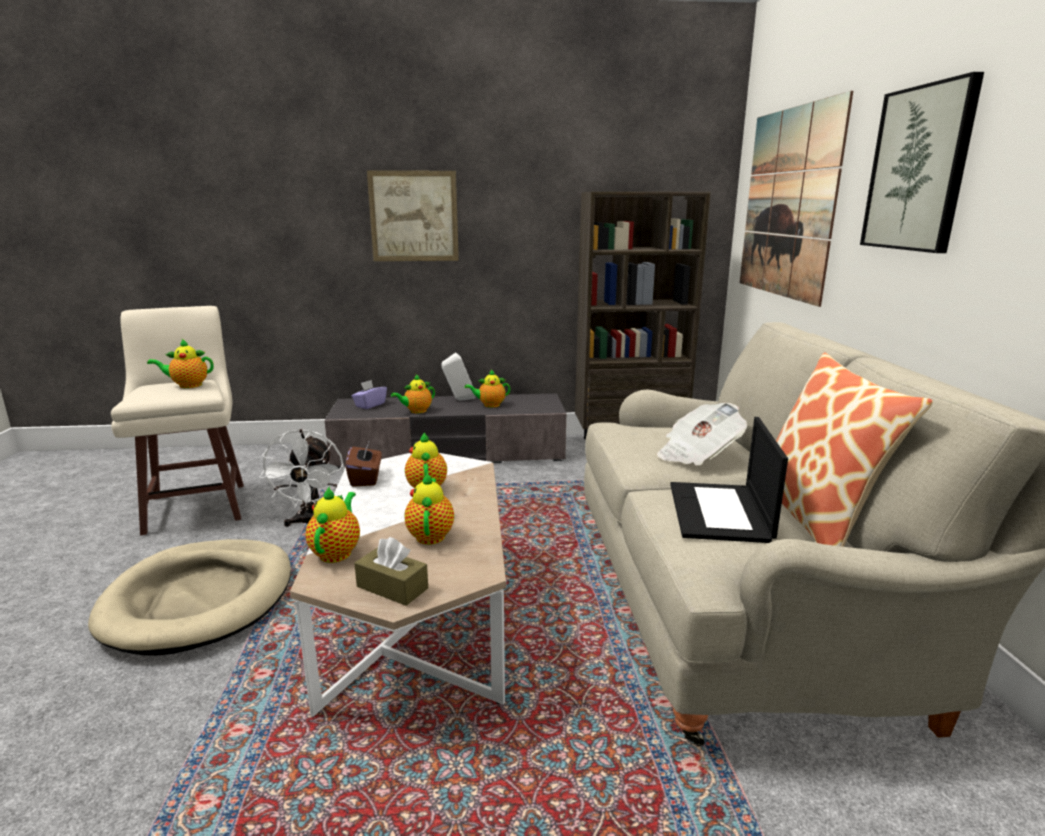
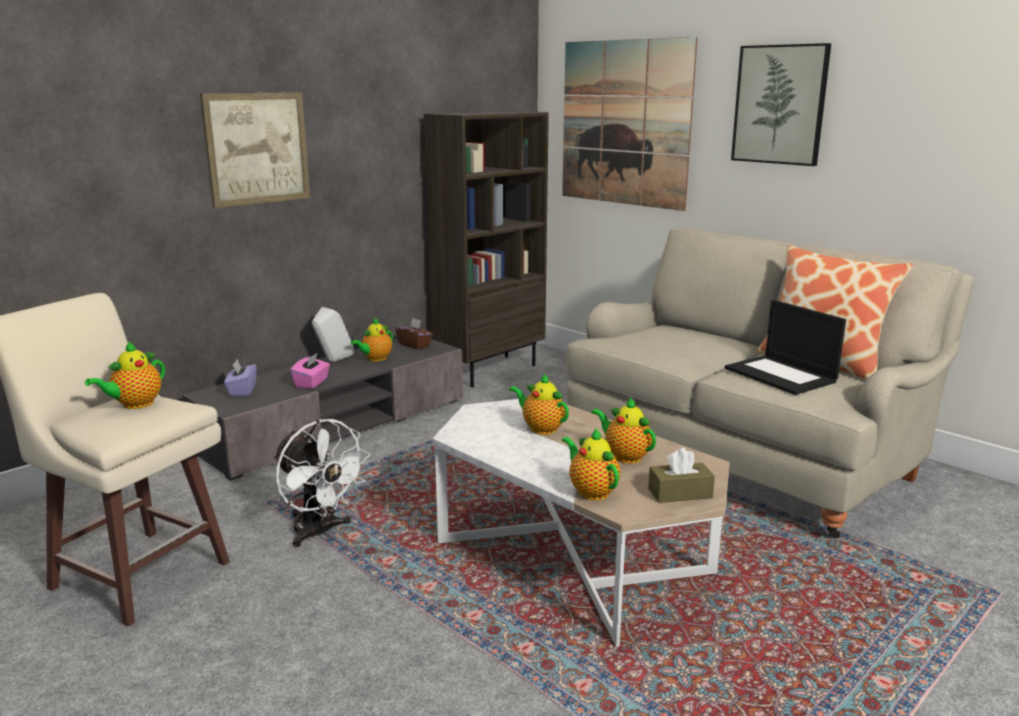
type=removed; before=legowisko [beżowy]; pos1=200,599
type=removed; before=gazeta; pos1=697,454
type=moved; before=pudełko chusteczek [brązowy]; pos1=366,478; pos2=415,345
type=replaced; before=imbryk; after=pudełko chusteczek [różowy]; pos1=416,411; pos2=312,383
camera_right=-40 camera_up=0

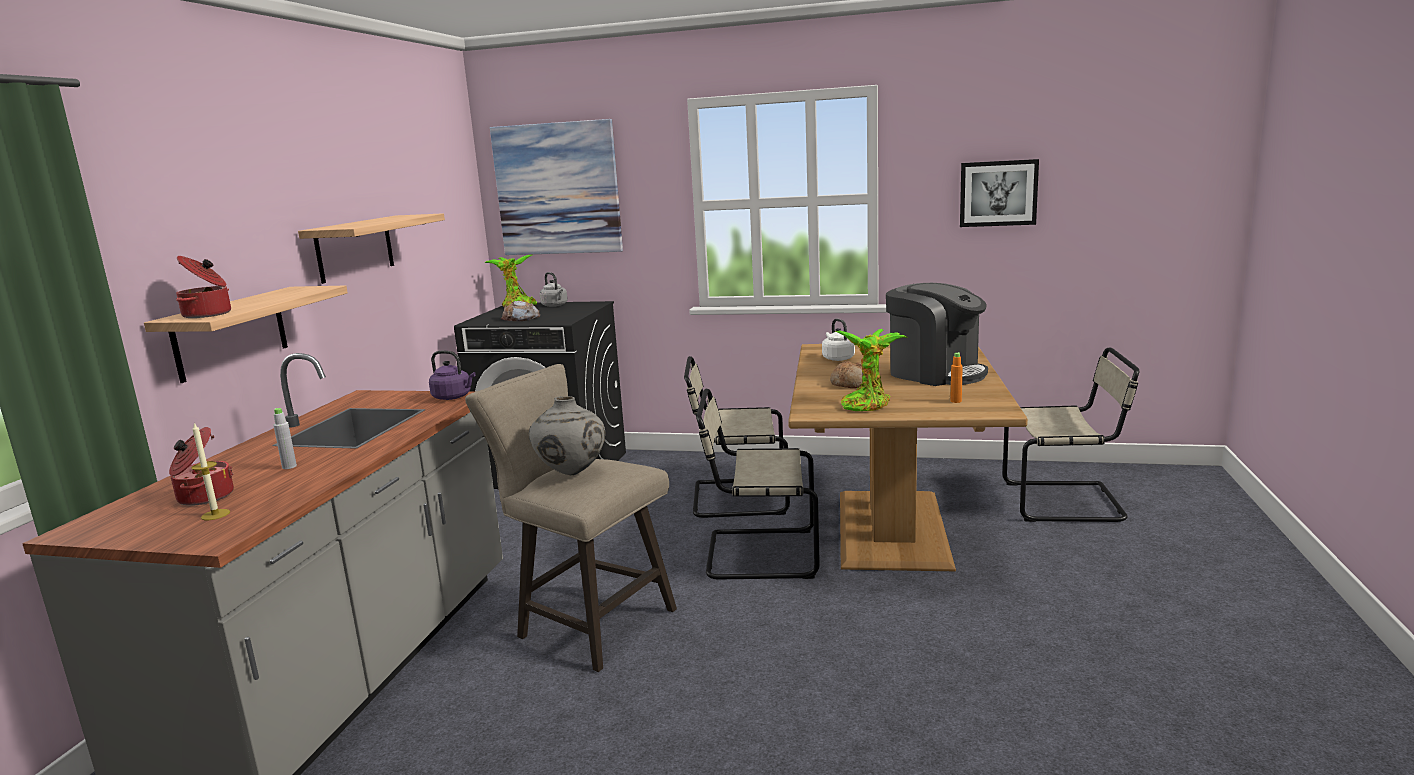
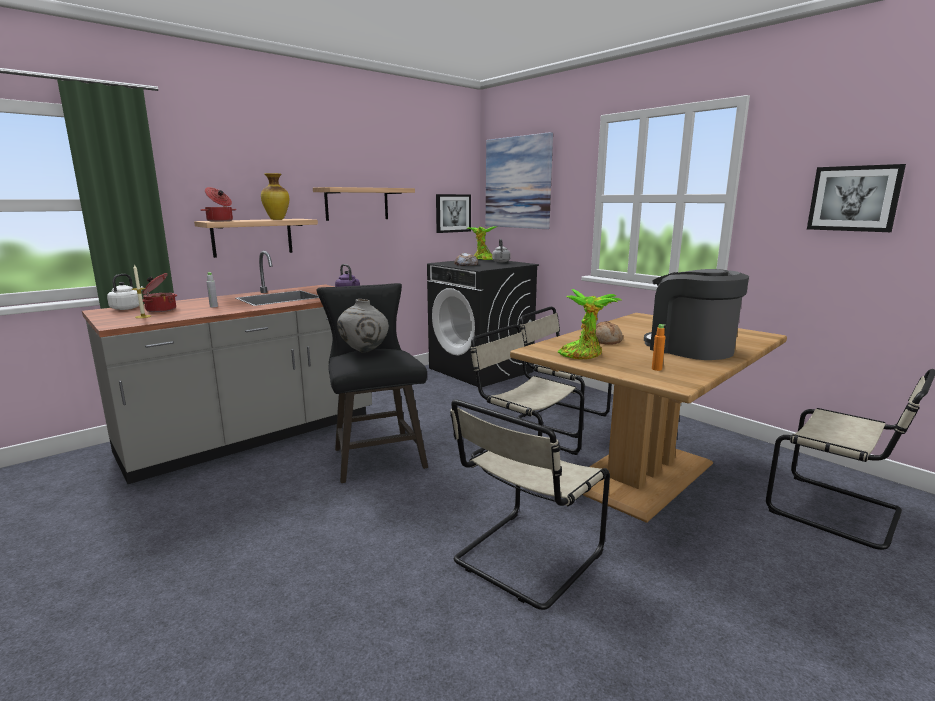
type=added; after=wazon; pos2=276,219
type=added; after=obraz; pos2=452,213
type=added; after=krzesło [beżowy]; pos2=524,559
type=moved; before=czajnik [biały]; pos1=837,358; pos2=127,308
type=recoloured; before=stołek [beżowy]; after=stołek [czarny]; pos1=587,622; pos2=376,455
type=turned; before=ekspres do kawy; pos1=935,373; pos2=689,348; turn=150
camera_right=35 camera_up=0

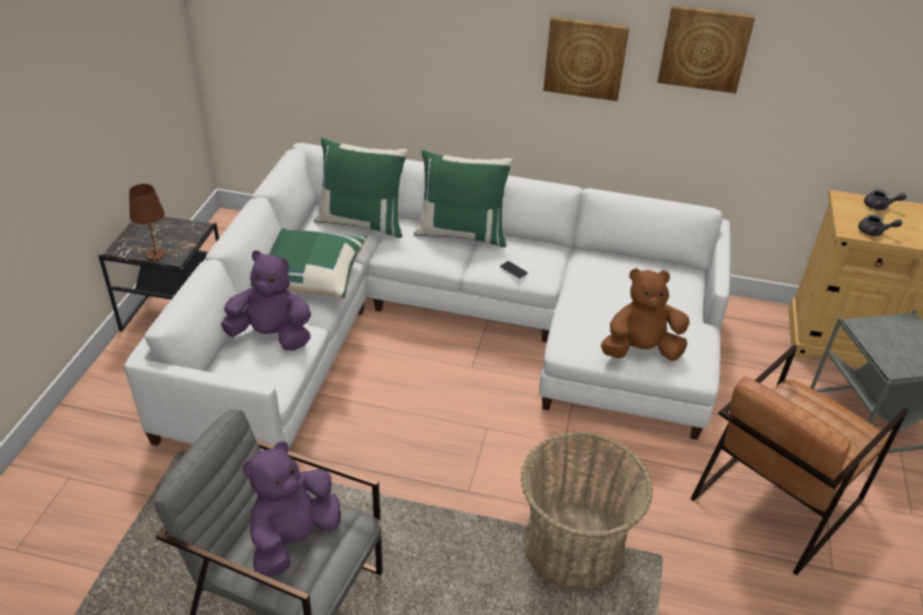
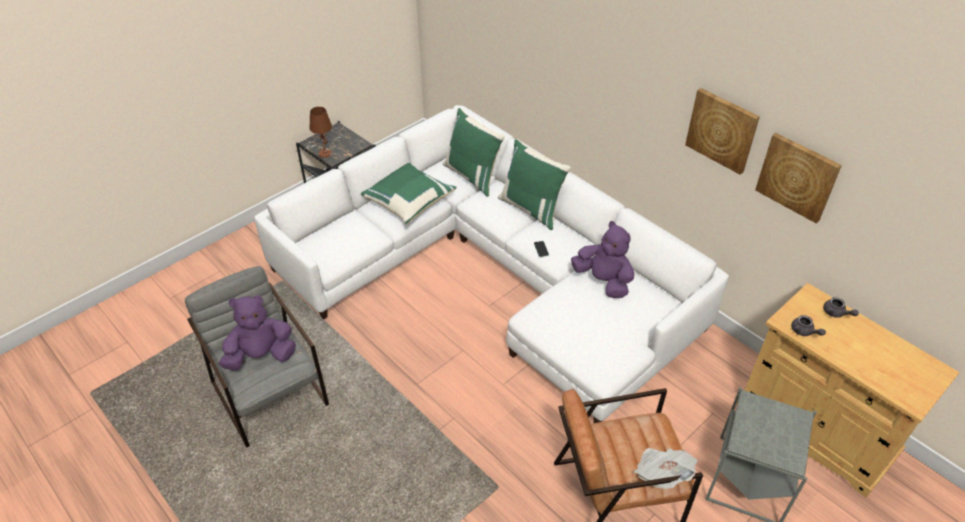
type=removed; before=koszyk; pos1=573,546
type=removed; before=pluszak [brązowy]; pos1=640,350
type=added; after=gazeta; pos2=662,473
type=moved; before=pluszak [fioletowy]; pos1=271,336; pos2=603,281
type=moved; before=obraz; pos1=585,58; pos2=797,176
camera_right=35 camera_up=5

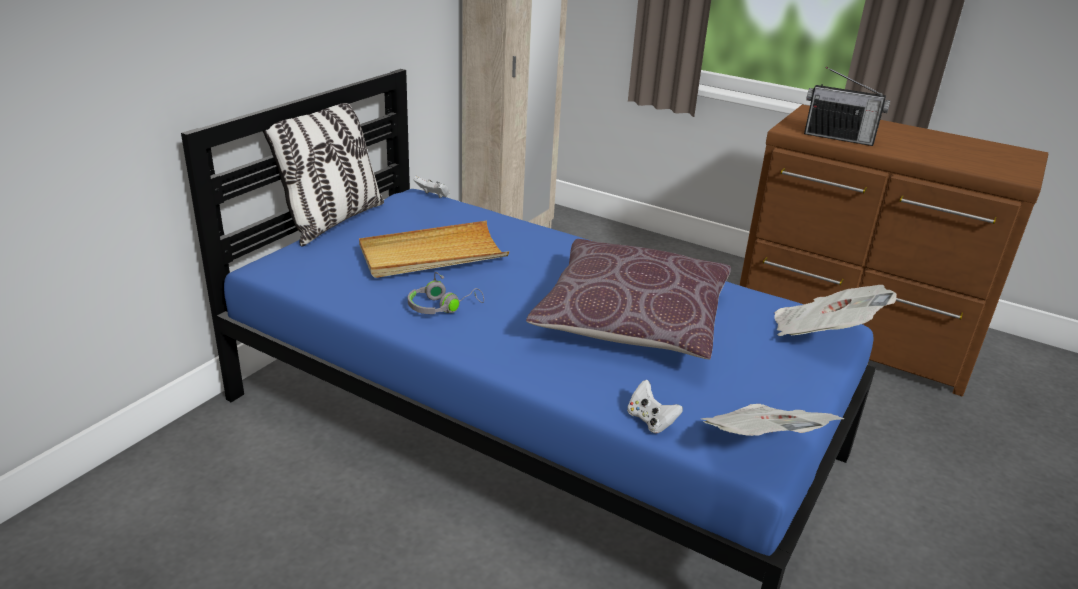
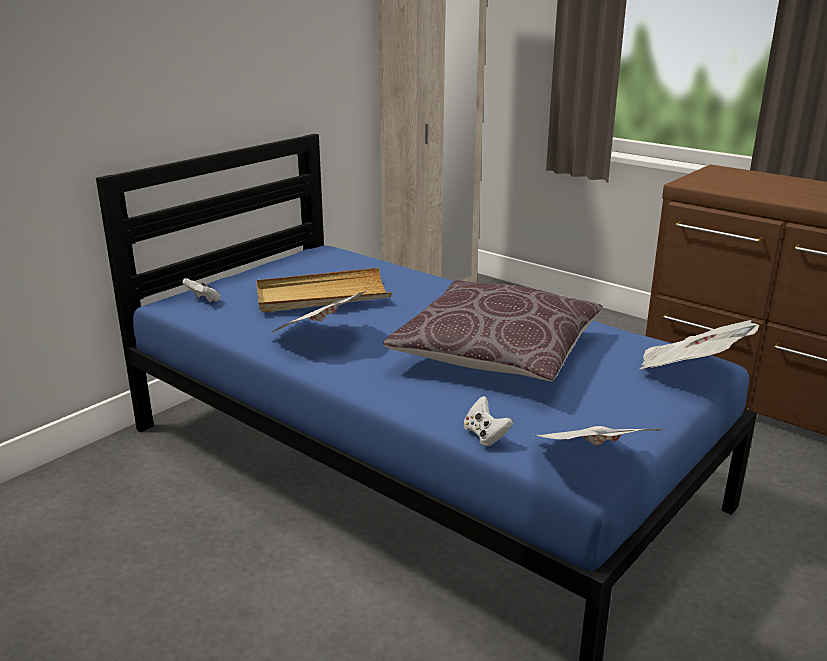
type=removed; before=poduszka; pos1=333,221
type=removed; before=radio; pos1=839,138
type=moved; before=pad do gier [biały]; pos1=433,196; pos2=204,300
type=replaced; before=słuchawki [szary]; after=gazeta; pos1=442,307; pos2=317,337
camera_right=10 camera_up=-5

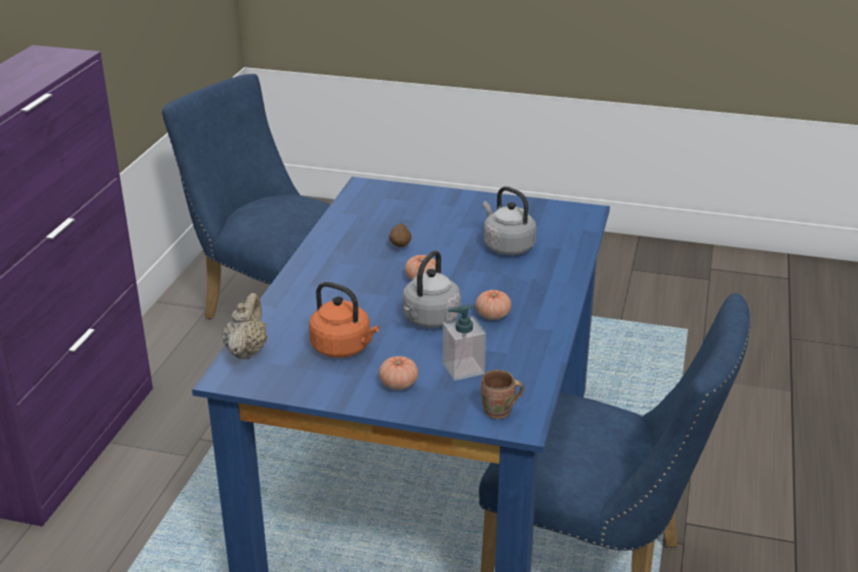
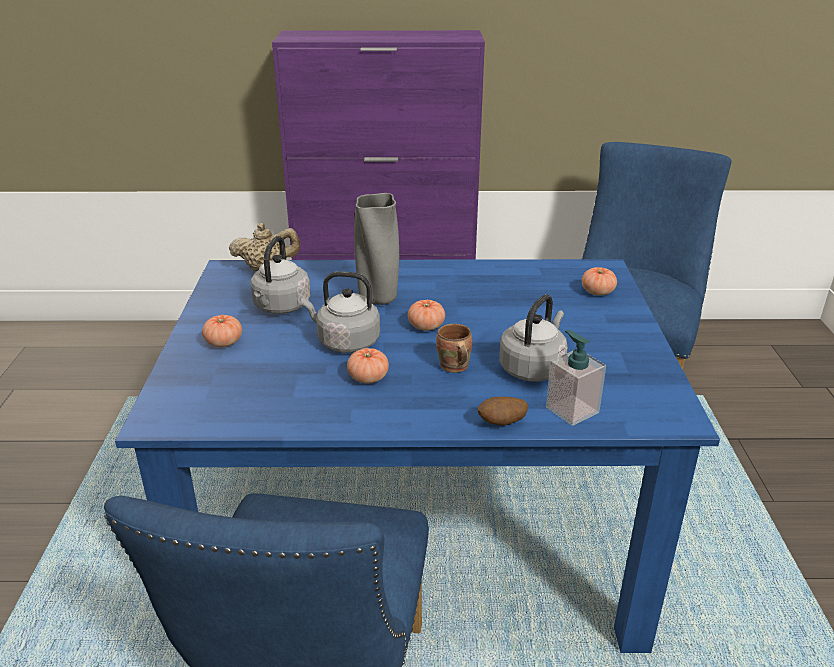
type=added; after=wazon [szary]; pos2=378,300
type=added; after=pomidor; pos2=597,292
type=moved; before=ziemniak; pos1=400,246; pos2=502,423
type=moved; before=dozownik mydła; pos1=463,368; pos2=572,410
type=moved; before=kubek [brązowy]; pos1=499,412; pos2=453,367
type=recoloured; before=czajnik [pomarańczowy]; after=czajnik [szary]; pos1=343,348; pos2=280,307
camera_right=75 camera_up=0

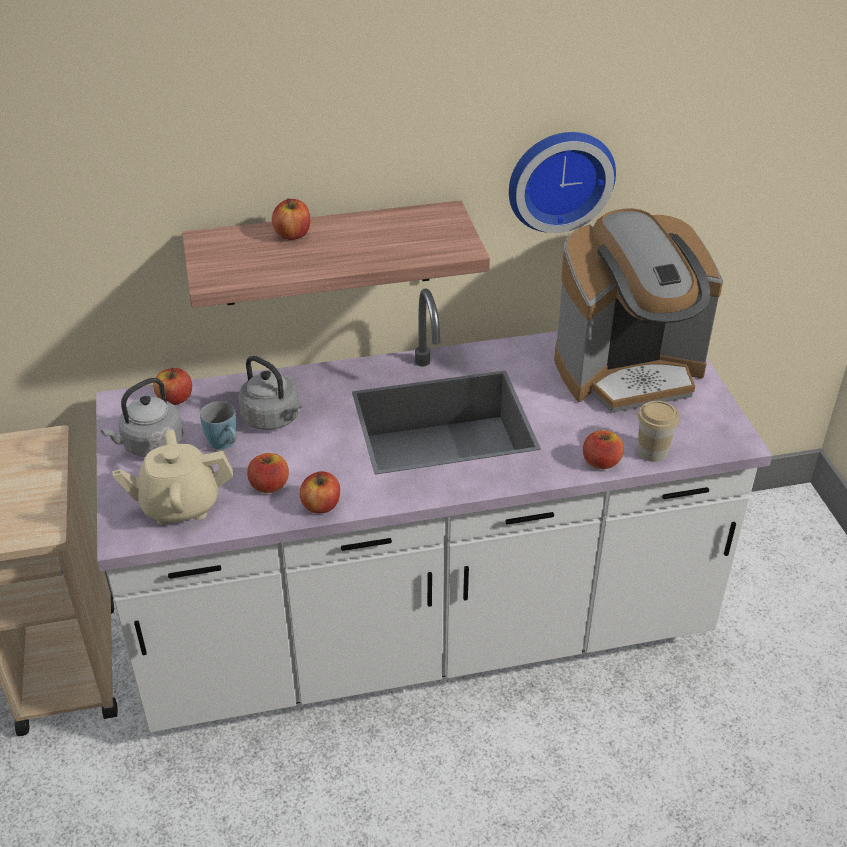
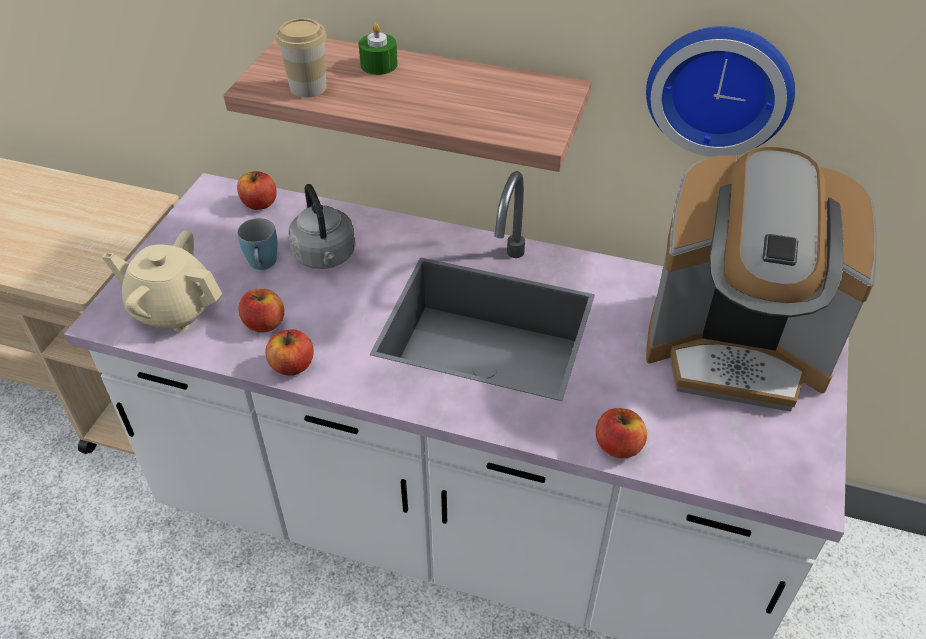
type=removed; before=czajnik [szary]; pos1=150,445
type=moved; before=filiżanka; pos1=652,451; pos2=308,87
type=replaced; before=jabłko; after=świeca [zielony]; pos1=292,234; pos2=379,65
camera_right=30 camera_up=5

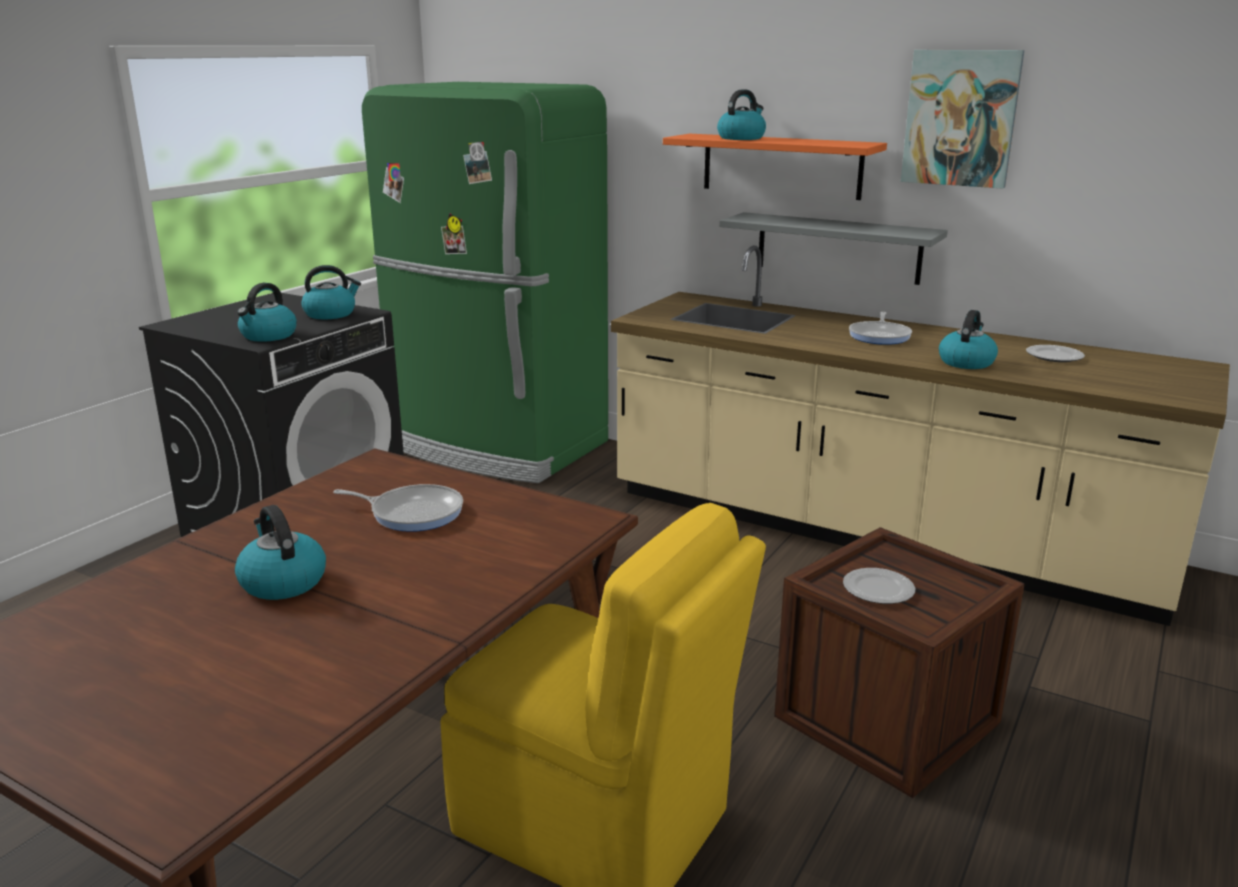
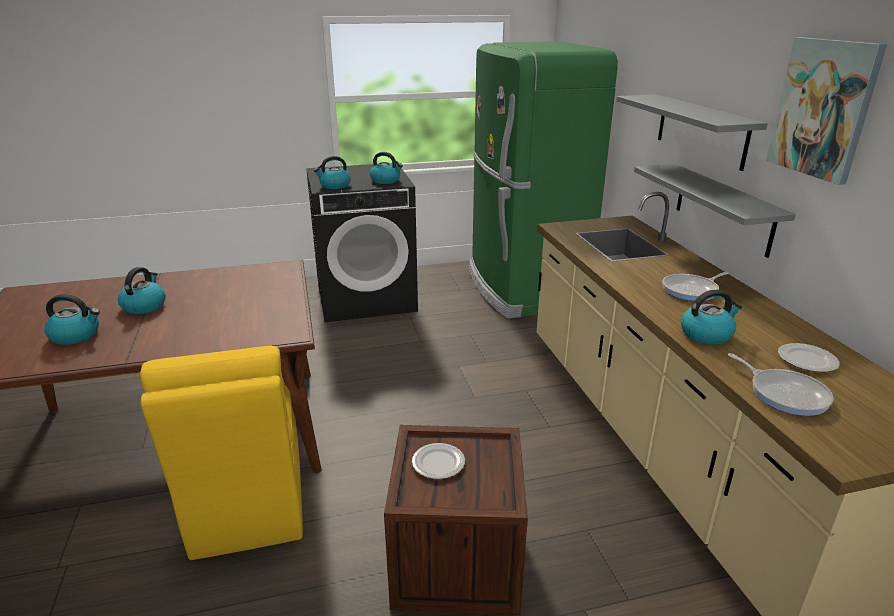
type=moved; before=patelnia; pos1=412,513; pos2=785,394
type=moved; before=czajnik; pos1=741,138; pos2=76,335
type=recoloured; before=półka [pomarańczowy]; after=półka [szary]; pos1=781,166; pos2=701,130
camera_right=45 camera_up=5

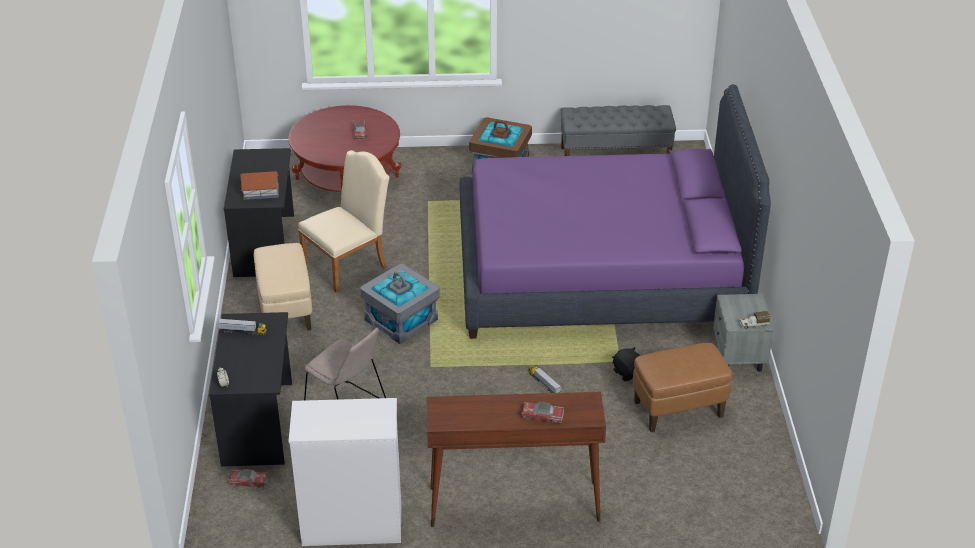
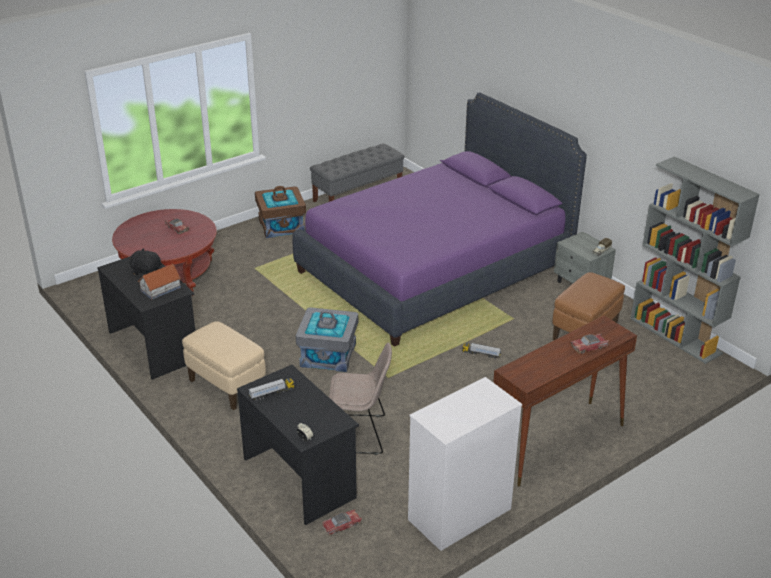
type=removed; before=krzesło [beżowy]; pos1=349,264
type=added; after=regał [szary]; pos2=676,336
type=moved; before=pluszak [czarny]; pos1=628,372; pos2=146,271
camera_right=-35 camera_up=-5

